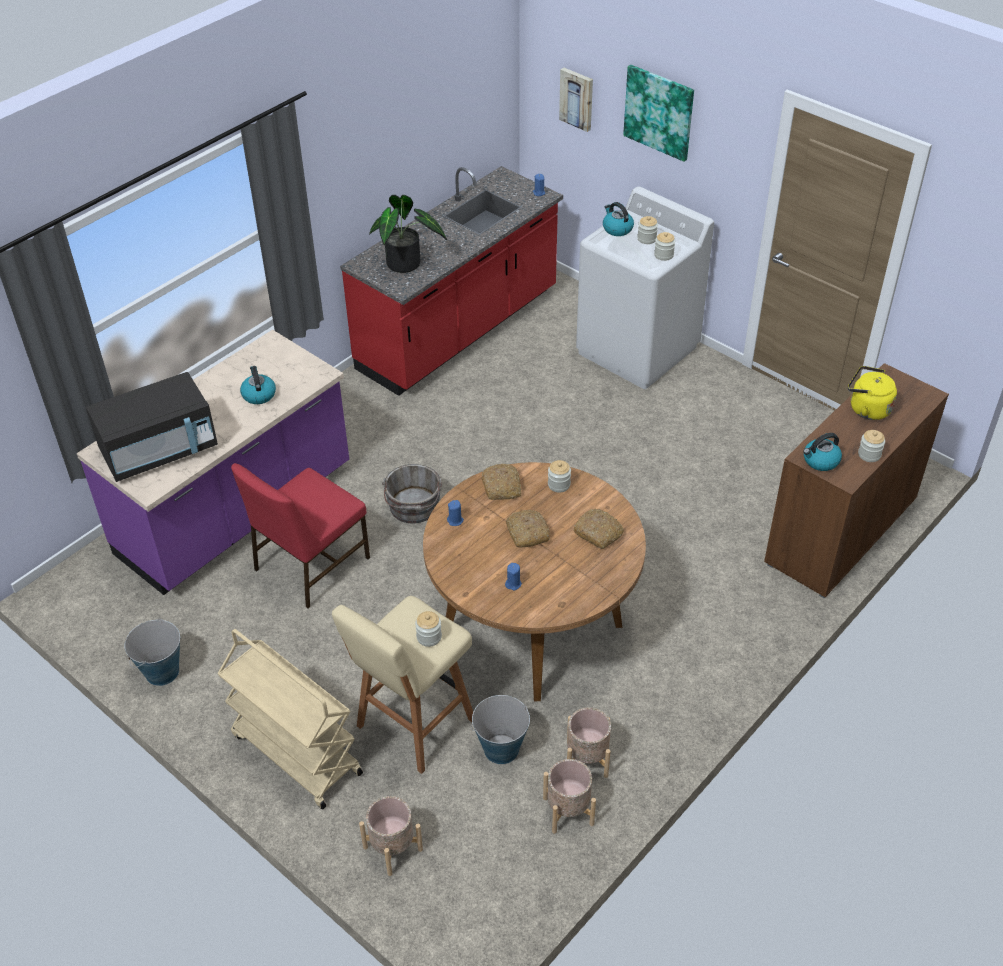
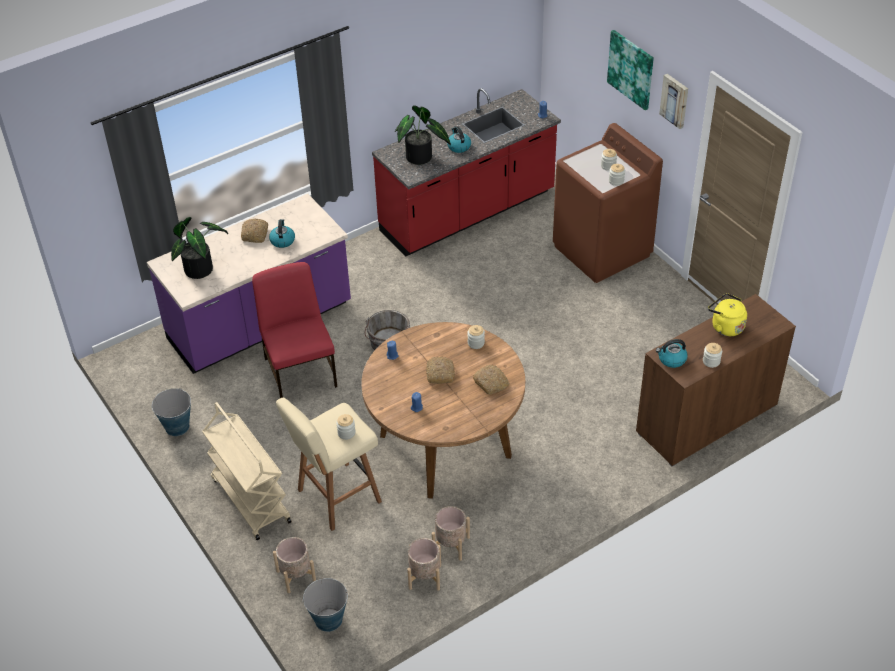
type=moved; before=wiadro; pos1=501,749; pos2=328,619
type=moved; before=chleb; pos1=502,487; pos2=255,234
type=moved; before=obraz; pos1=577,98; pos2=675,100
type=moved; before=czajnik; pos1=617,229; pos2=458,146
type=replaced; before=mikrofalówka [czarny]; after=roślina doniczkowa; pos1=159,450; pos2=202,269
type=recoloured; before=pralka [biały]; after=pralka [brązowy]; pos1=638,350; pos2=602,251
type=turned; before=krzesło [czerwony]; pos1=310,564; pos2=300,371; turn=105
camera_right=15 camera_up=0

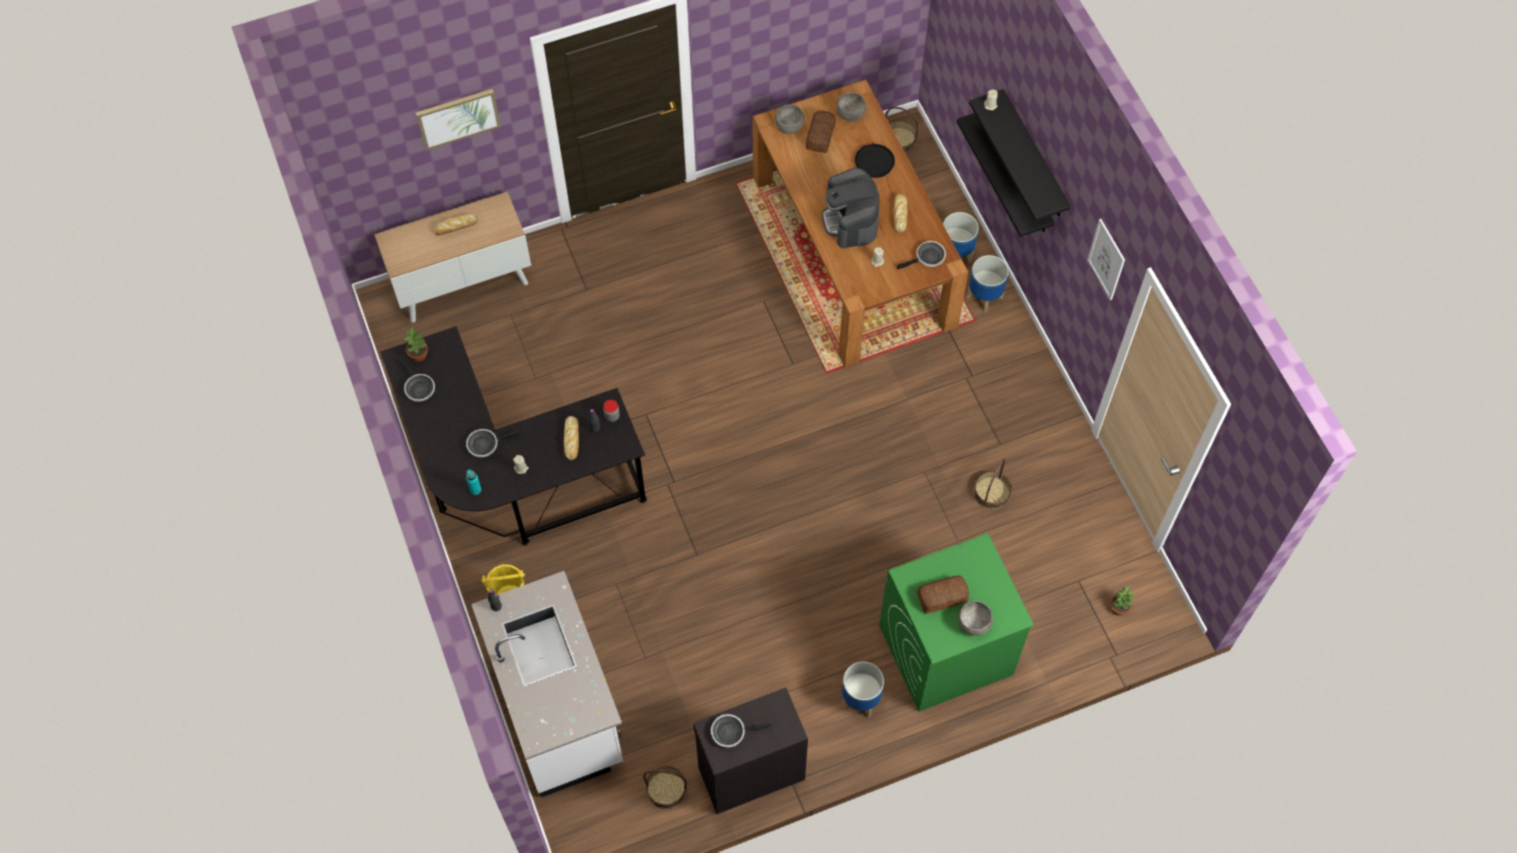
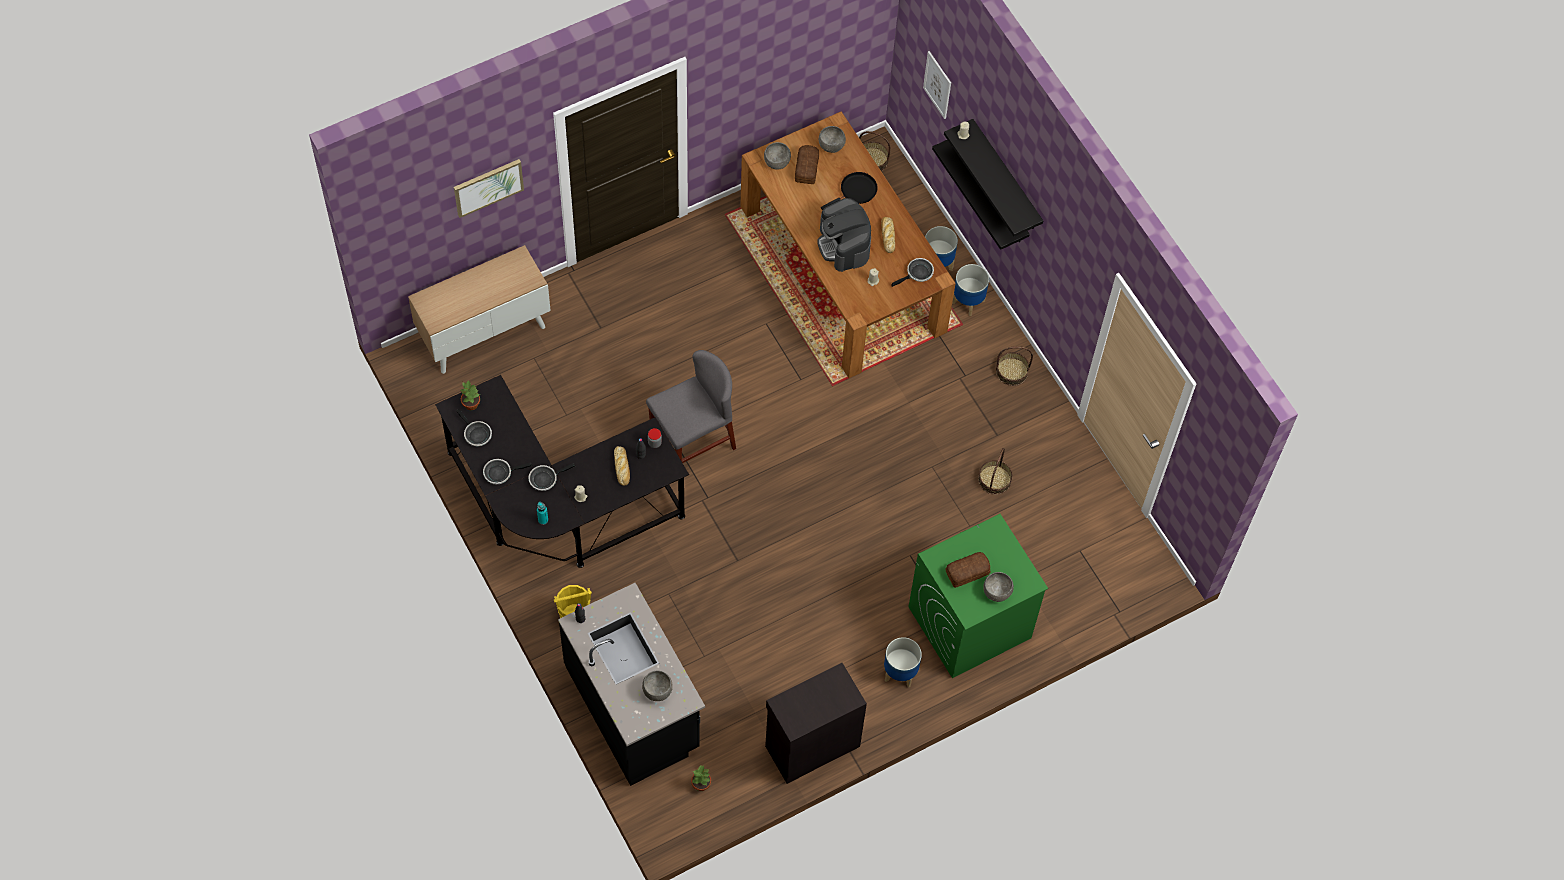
type=removed; before=chleb; pos1=455,227
type=added; after=miska [szary]; pos2=658,691
type=added; after=krzesło [szary]; pos2=693,441
type=moved; before=koszyk; pos1=666,789; pos2=1012,371
type=moved; before=patelnia; pos1=731,732; pos2=500,473
type=moved; before=obraz; pos1=1106,259; pos2=937,84
type=moved; before=roślina doniczkowa; pos1=1118,608; pos2=700,785
type=recoloured; before=zabudowa kuchenna [biały]; after=zabudowa kuchenna [czarny]; pos1=558,708; pos2=633,707
camera_right=-10 camera_up=0

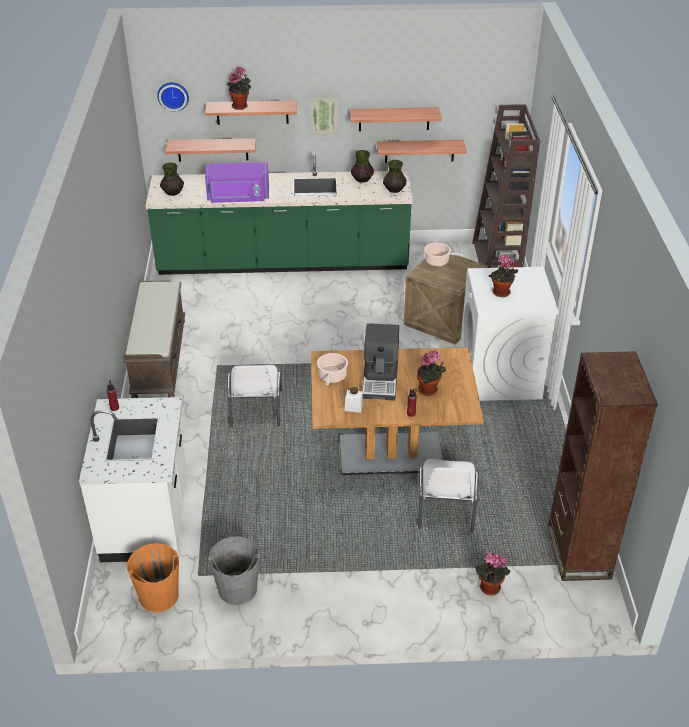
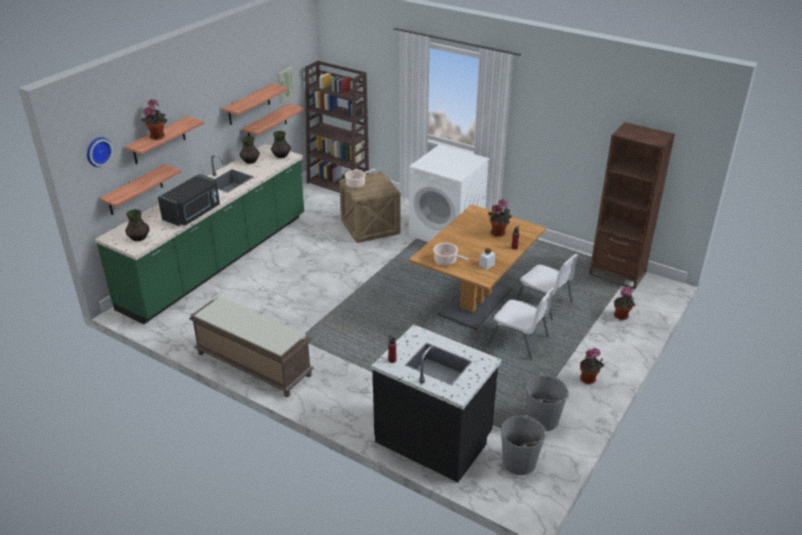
type=removed; before=ekspres do kawy; pos1=381,380
type=moved; before=krzesło [biały]; pos1=255,409; pos2=519,340
type=moved; before=obraz; pos1=324,115; pos2=285,84
type=moved; before=roślina doniczkowa; pos1=501,293; pos2=589,380
type=recoloured; before=zabudowa kuchenna [biały]; after=zabudowa kuchenna [czarny]; pos1=147,519; pos2=434,439
type=recoloured; before=wiadro [pomarańczowy]; after=wiadro [szary]; pos1=159,596; pos2=519,462
type=recoloured; before=mikrofalówka [fioletowy]; after=mikrofalówka [czarny]; pos1=238,197; pos2=193,213
camera_right=-55 camera_up=-5

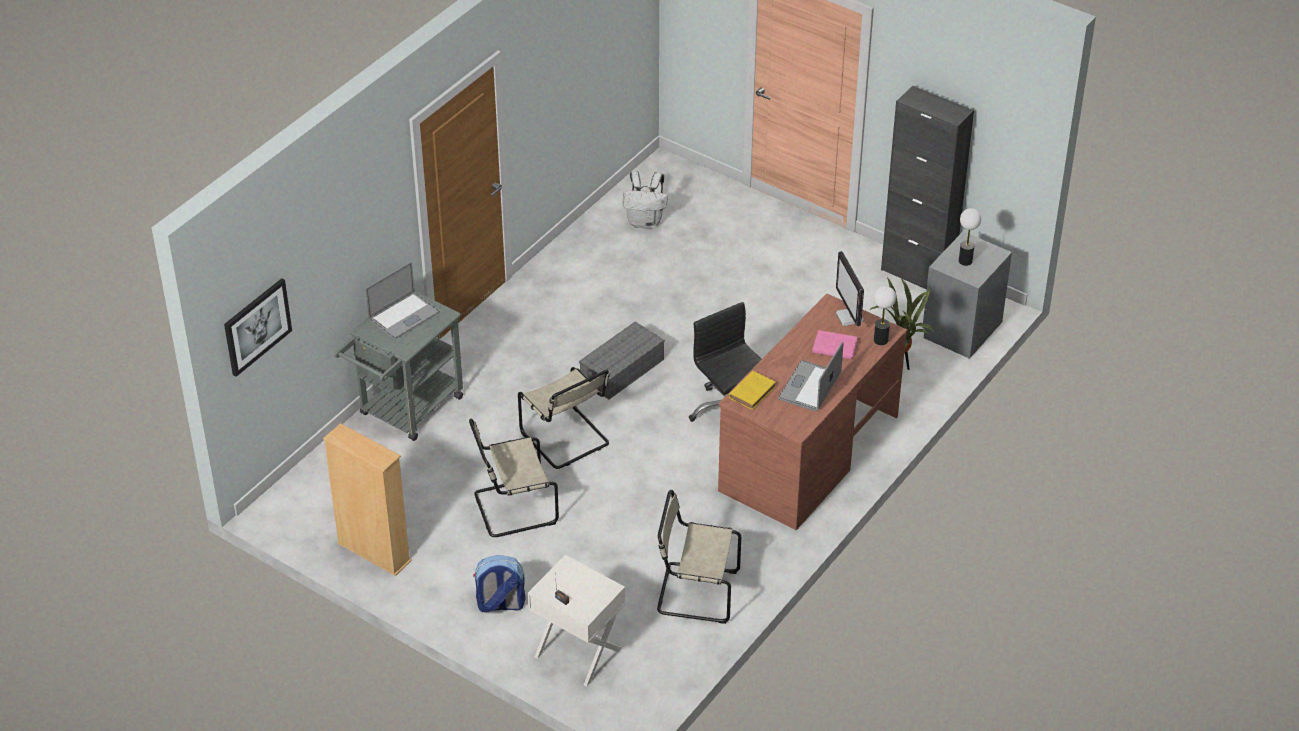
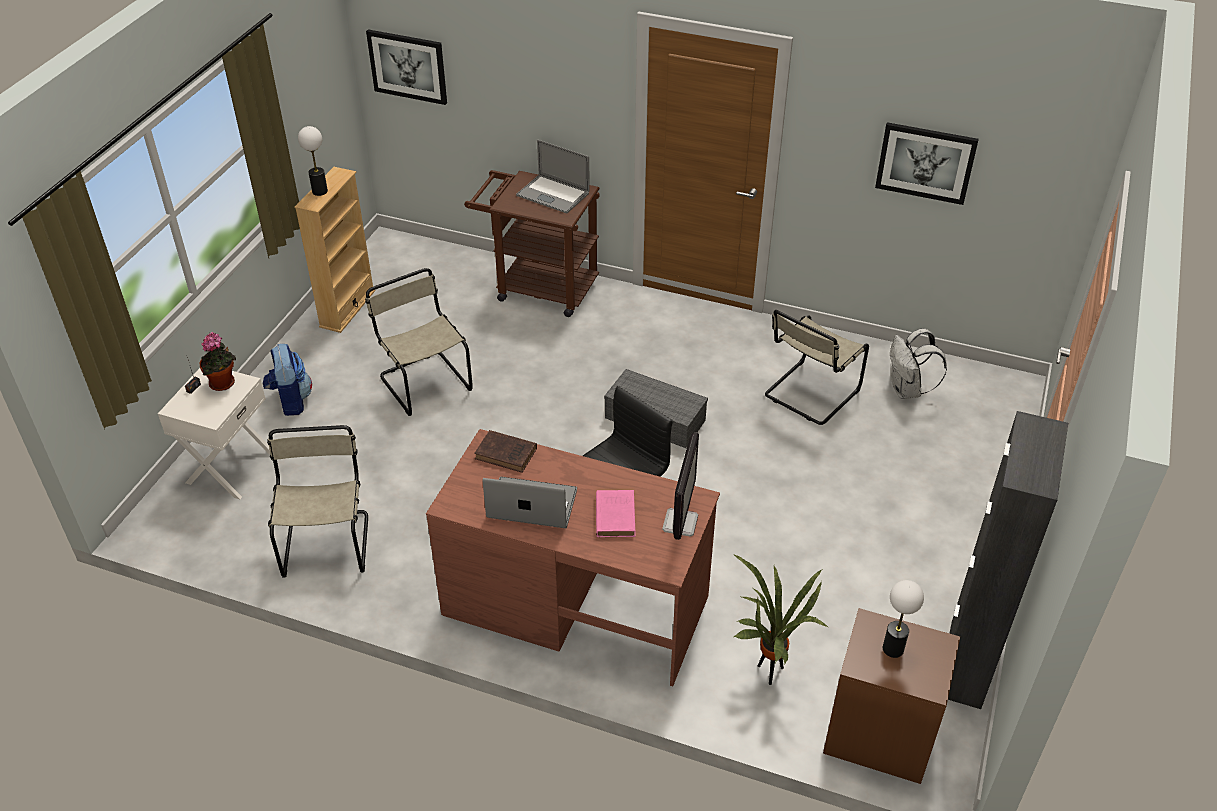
type=added; after=roślina doniczkowa; pos2=224,384
type=added; after=obraz; pos2=925,162
type=moved; before=krzesło [beżowy]; pos1=567,440; pos2=809,394
type=moved; before=lampa stołowa; pos1=880,340; pos2=320,191
type=recoloured; before=wózek [szary]; after=wózek [brązowy]; pos1=406,410; pos2=538,287
type=recoloured; before=książka [żółty]; after=książka [brązowy]; pos1=753,391; pos2=507,454
type=recoloured; before=szafka nocna [szary]; after=szafka nocna [brązowy]; pos1=961,329; pos2=879,734
type=turned; before=monitor; pos1=849,317; pos2=680,522; turn=135
camera_right=75 camera_up=0

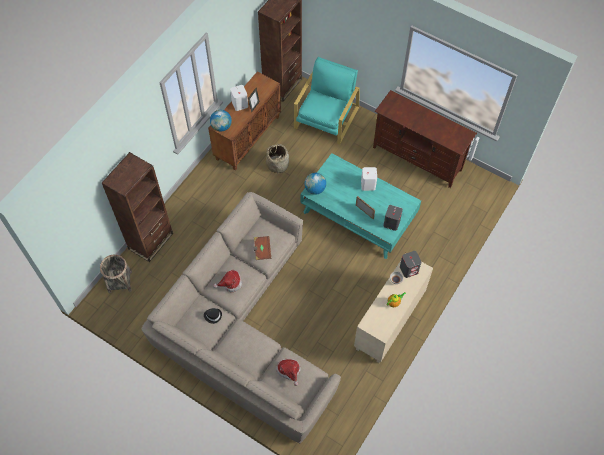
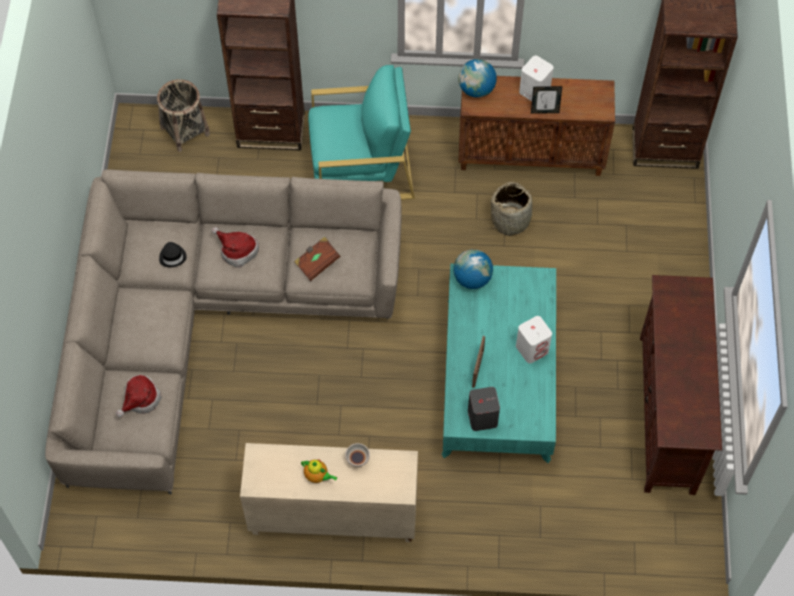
type=removed; before=głośnik [szary]; pos1=409,269
type=moved; before=fotel [turkusowy]; pos1=326,118; pos2=361,165
camera_right=60 camera_up=0

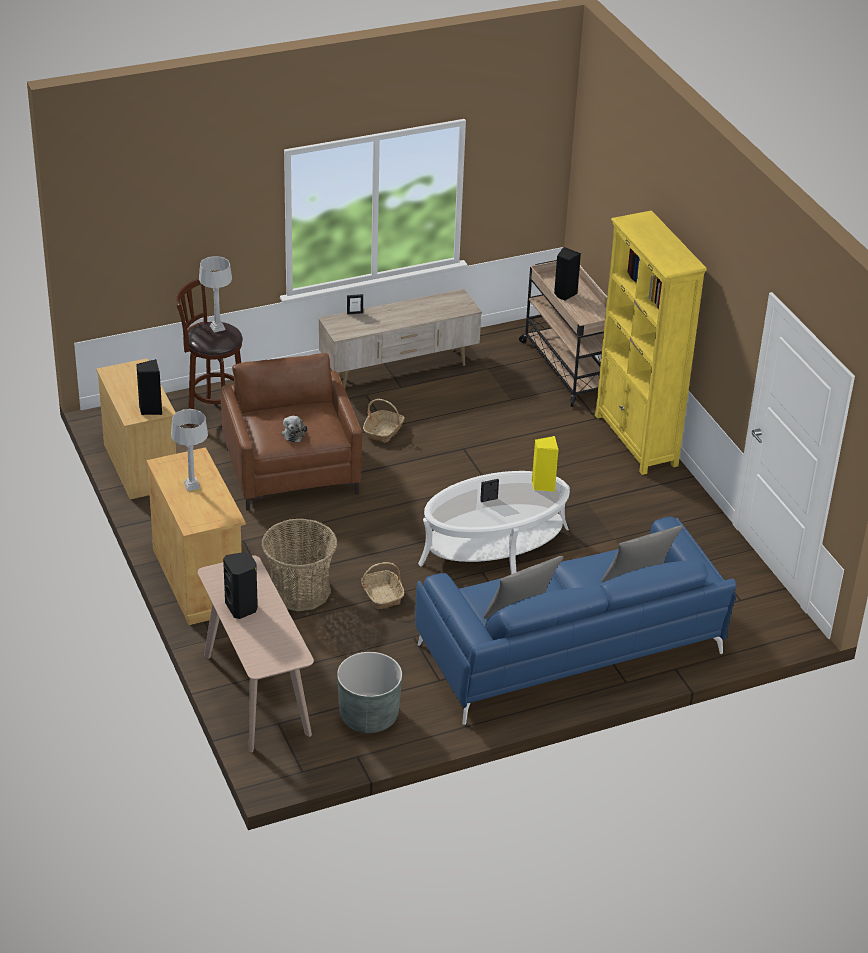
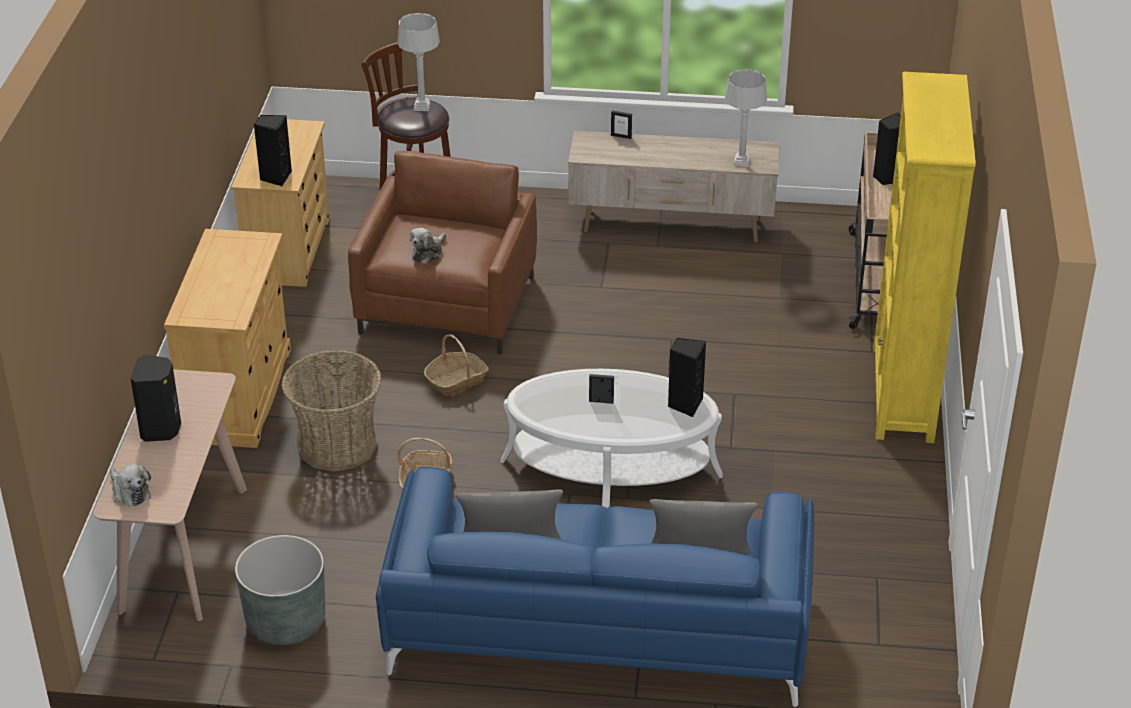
type=added; after=pluszak; pos2=129,492
type=moved; before=lampa stołowa [szary]; pos1=192,486; pos2=741,162
type=moved; before=koszyk; pos1=383,431; pos2=456,381
type=recoloured; before=głośnik [żółty]; after=głośnik [czarny]; pos1=543,485; pos2=685,404
camera_right=30 camera_up=0

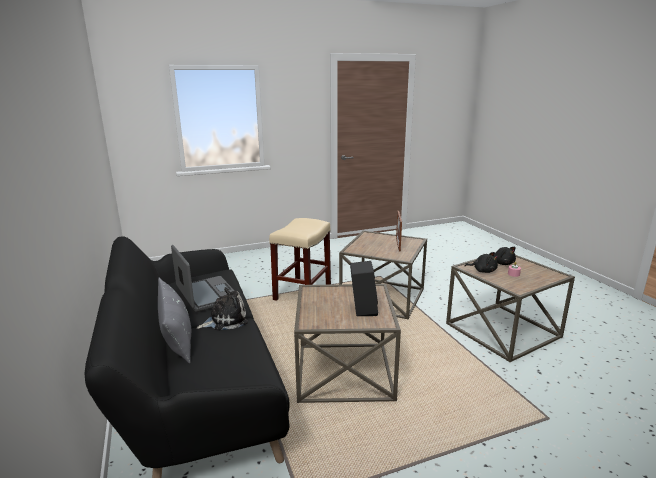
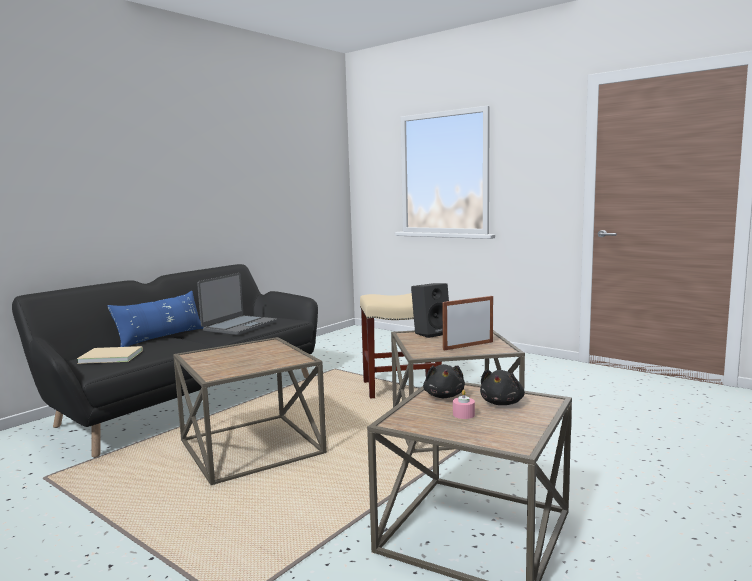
type=removed; before=pluszak; pos1=225,320
type=added; after=książka [beżowy]; pos2=110,356
type=moved; before=głośnik [czarny]; pos1=362,309; pos2=431,333
type=recoloured; before=poduszka [szary]; after=poduszka [niebieski]; pos1=177,336; pos2=161,338
camera_right=60 camera_up=-10

